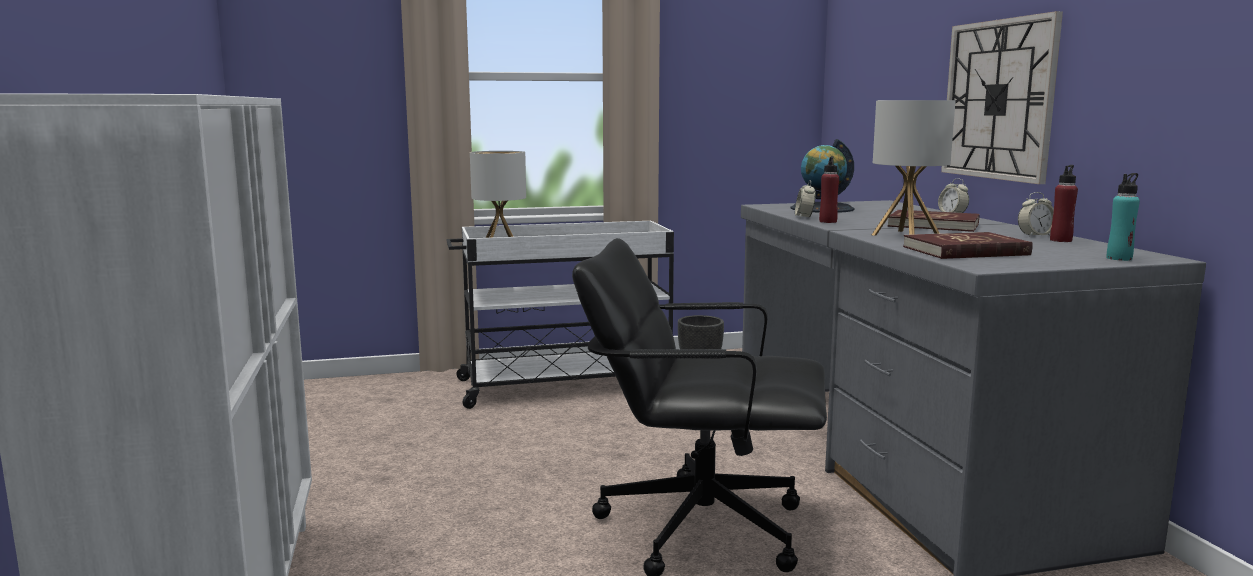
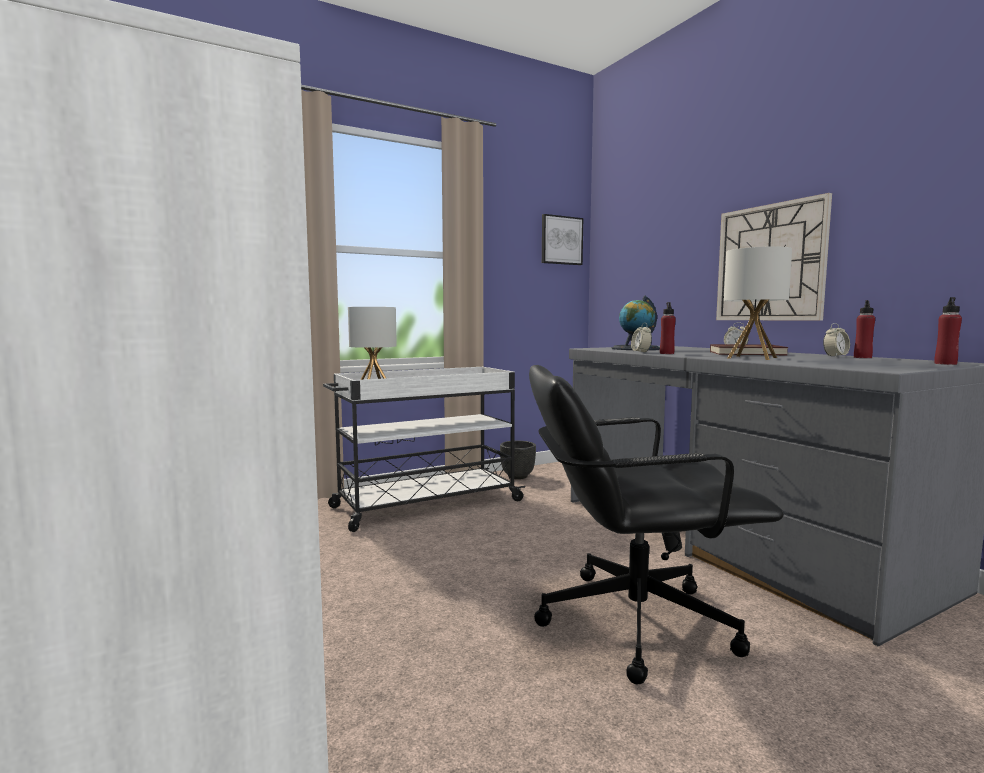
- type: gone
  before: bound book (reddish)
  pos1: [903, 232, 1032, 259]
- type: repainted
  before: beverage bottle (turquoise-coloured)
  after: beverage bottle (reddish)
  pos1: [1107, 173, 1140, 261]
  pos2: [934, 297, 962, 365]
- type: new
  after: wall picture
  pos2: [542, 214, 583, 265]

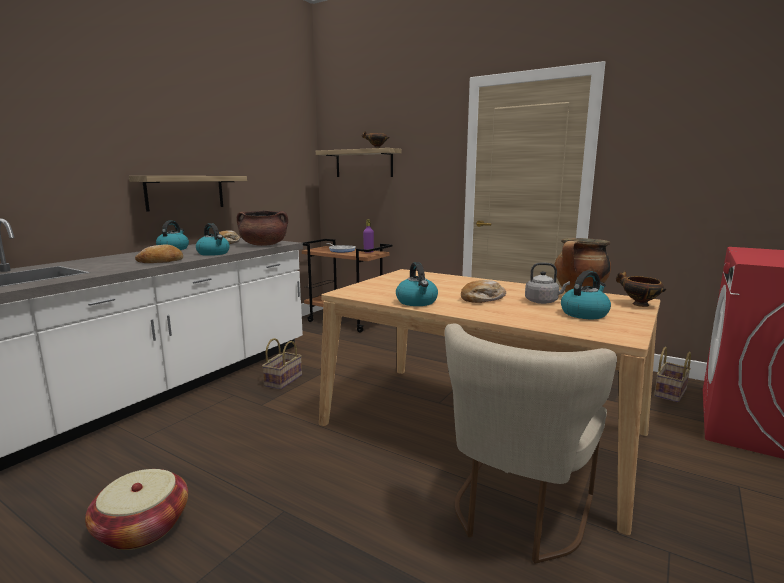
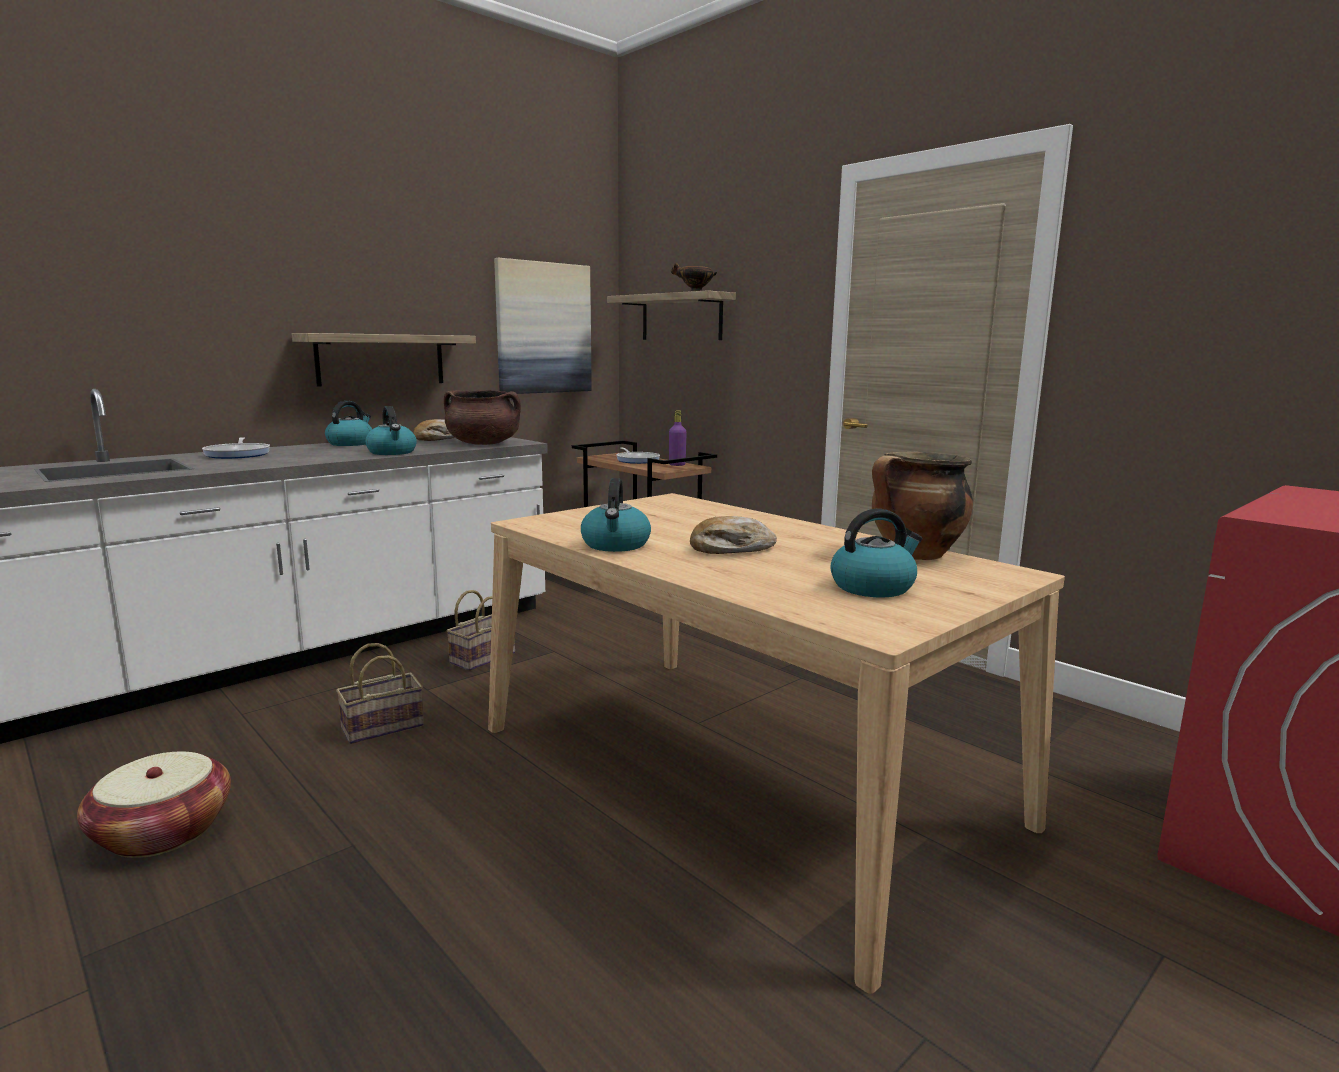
- type: gone
  before: bread
  pos1: [135, 245, 183, 263]
- type: gone
  before: chair (sand-coloured)
  pos1: [445, 324, 617, 564]
- type: gone
  before: water kettle (grey)
  pos1: [525, 262, 570, 304]
- type: gone
  before: serving bowl
  pos1: [616, 271, 666, 307]
- type: shifted
  before: storage basket
  pos1: [654, 347, 691, 402]
  pos2: [336, 643, 424, 744]
- type: new
  after: pan
  pos2: [202, 437, 270, 459]
- type: new
  after: wall picture
  pos2: [494, 258, 592, 394]

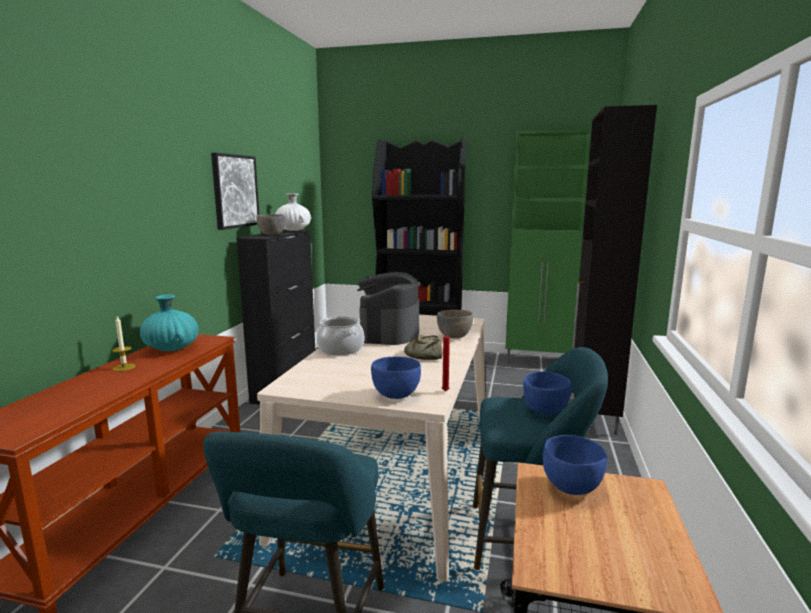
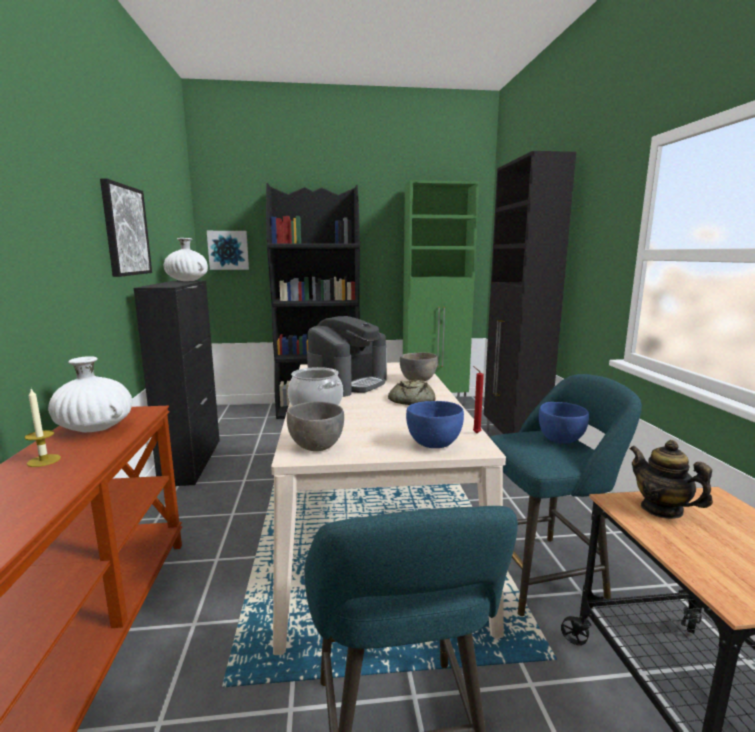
- type: repainted
  before: flower vase (turquoise-coloured)
  after: flower vase (white-coloured)
  pos1: [140, 294, 199, 351]
  pos2: [48, 356, 132, 432]
- type: shifted
  before: serving bowl (grey)
  pos1: [257, 214, 285, 235]
  pos2: [287, 401, 344, 451]
- type: rotated
  before: coffee brewer
  pos1: [357, 272, 419, 345]
  pos2: [307, 316, 387, 397]
  turn: -135
- type: swapped
  before: serving bowl (blue-coloured)
  after: pot for tea
  pos1: [542, 435, 607, 495]
  pos2: [630, 440, 713, 519]
- type: new
  after: wall picture
  pos2: [207, 231, 249, 270]

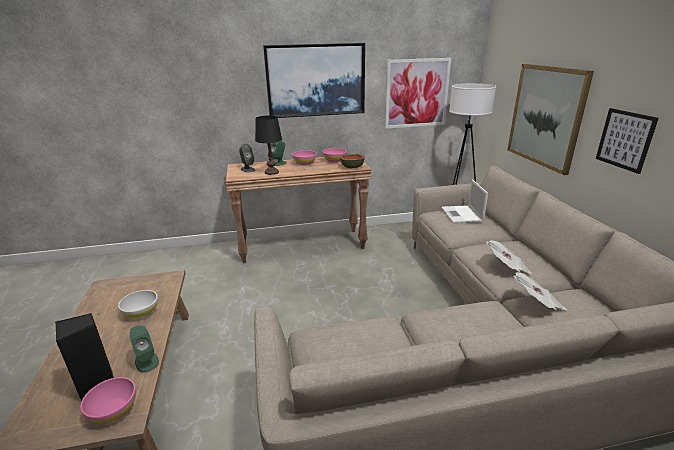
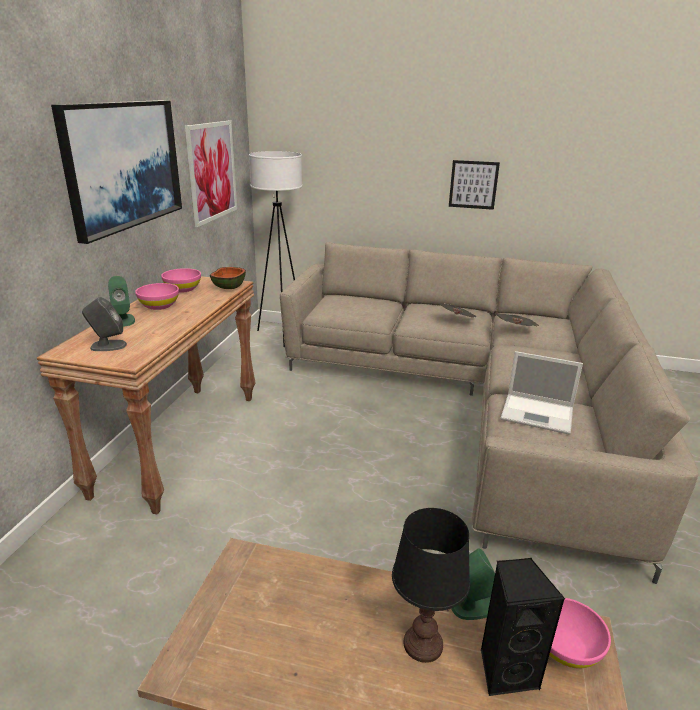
- type: gone
  before: serving bowl (white-coloured)
  pos1: [118, 290, 158, 319]
- type: shifted
  before: lamp for a table (black)
  pos1: [255, 116, 282, 175]
  pos2: [392, 508, 470, 663]
- type: shifted
  before: notebook computer
  pos1: [441, 180, 488, 224]
  pos2: [501, 351, 583, 435]
- type: gone
  before: wall picture
  pos1: [507, 64, 594, 175]

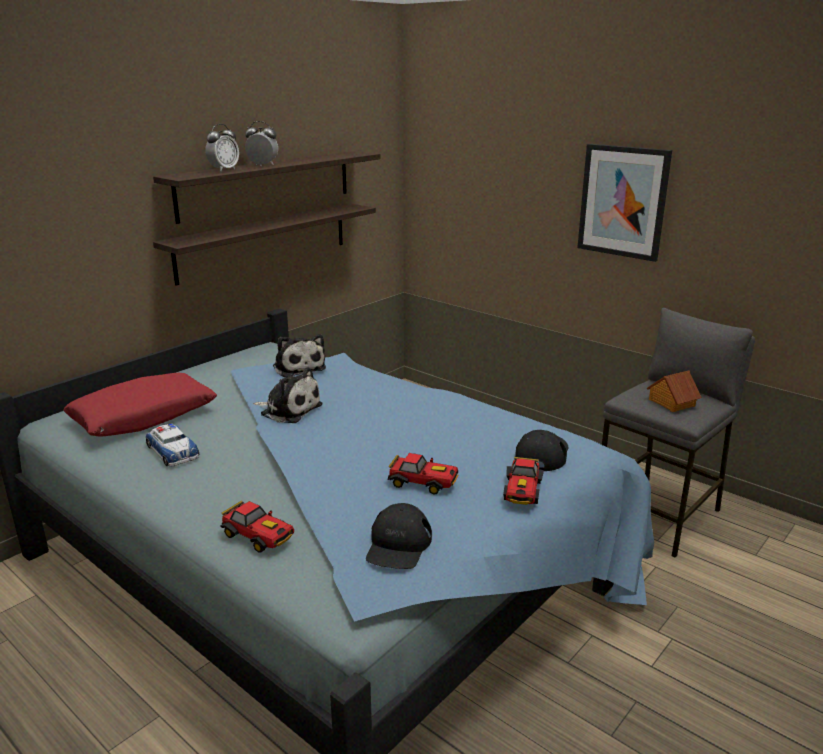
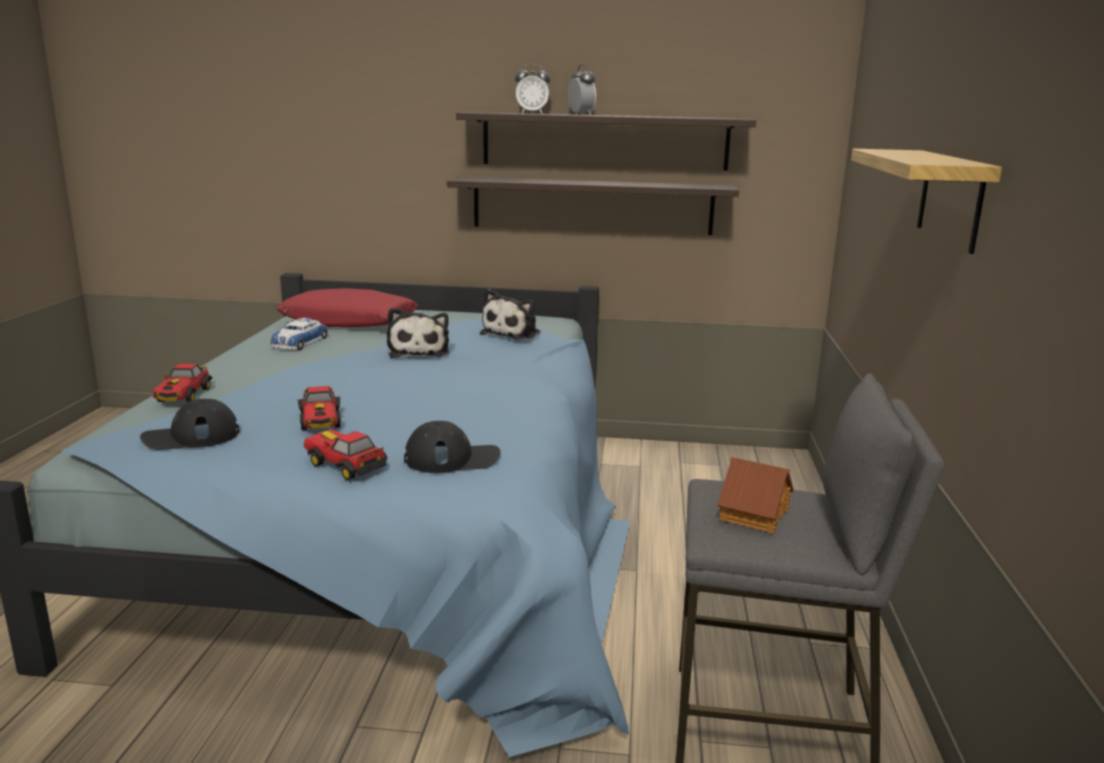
- type: rotated
  before: miniature car
  pos1: [503, 457, 544, 505]
  pos2: [304, 429, 388, 480]
  turn: 60
- type: swapped
  before: wall picture
  after: wall shelf
  pos1: [577, 144, 672, 262]
  pos2: [851, 149, 1002, 254]

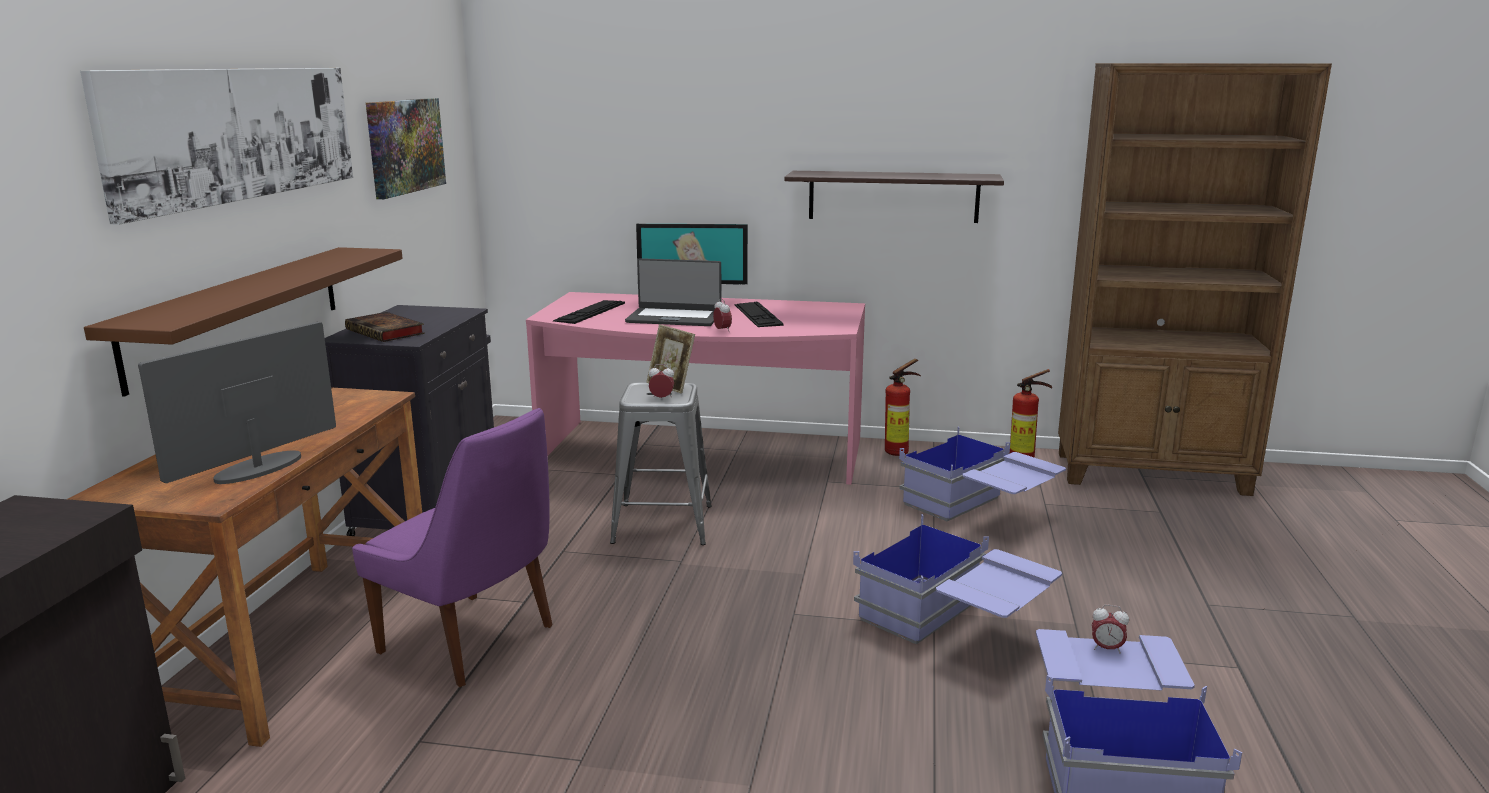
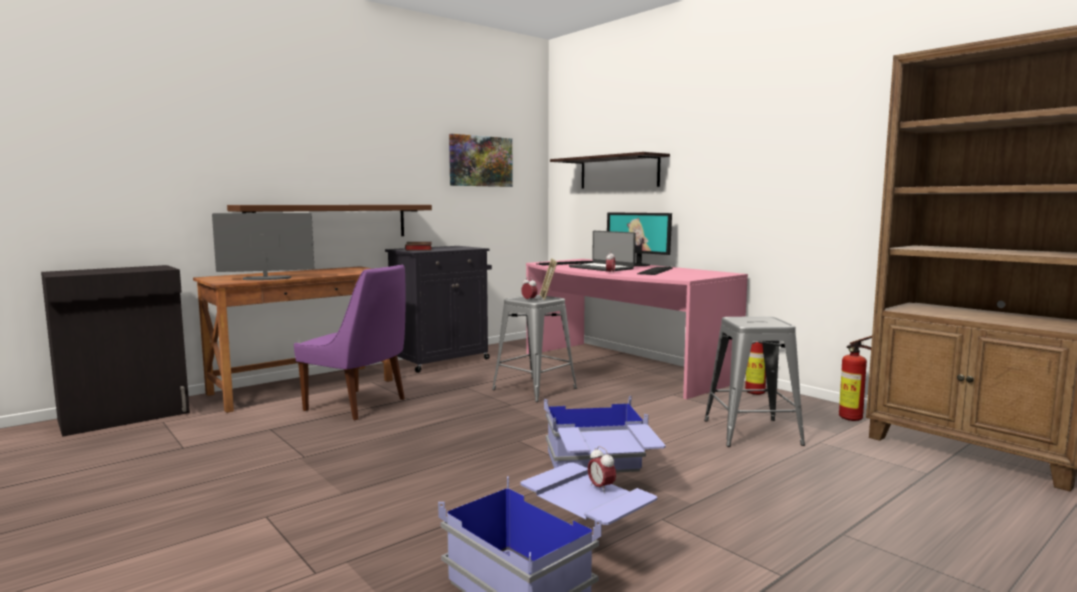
- type: gone
  before: wall picture
  pos1: [80, 68, 353, 225]
- type: rotated
  before: chair (purple-coloured)
  pos1: [352, 408, 552, 687]
  pos2: [294, 265, 406, 421]
  turn: -45
- type: shifted
  before: wall shelf
  pos1: [784, 171, 1004, 223]
  pos2: [550, 152, 670, 189]
- type: swapped
  before: storage box (blue-coloured)
  after: stool (grey)
  pos1: [899, 426, 1066, 521]
  pos2: [704, 316, 805, 447]

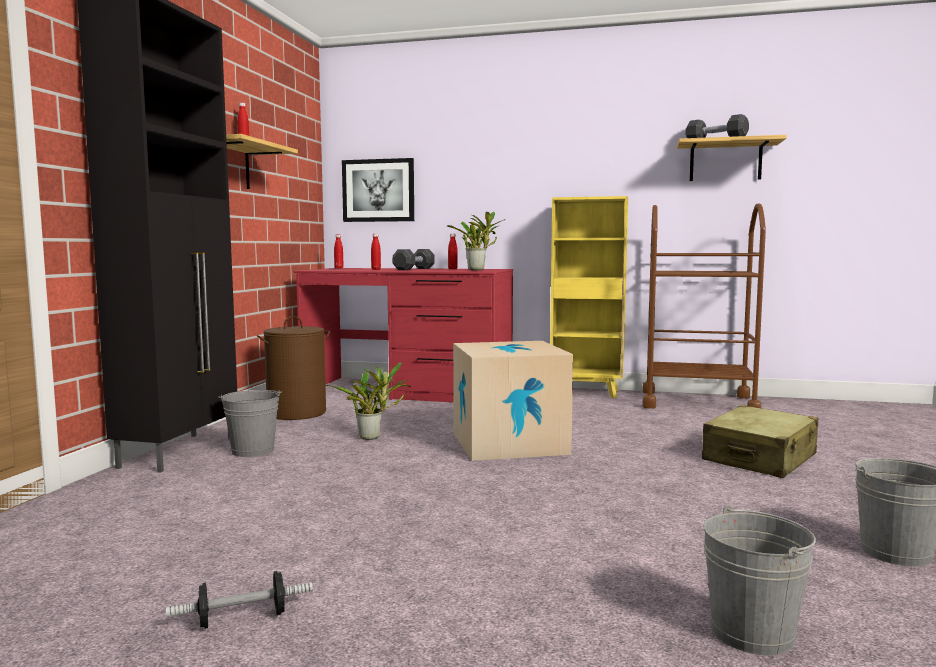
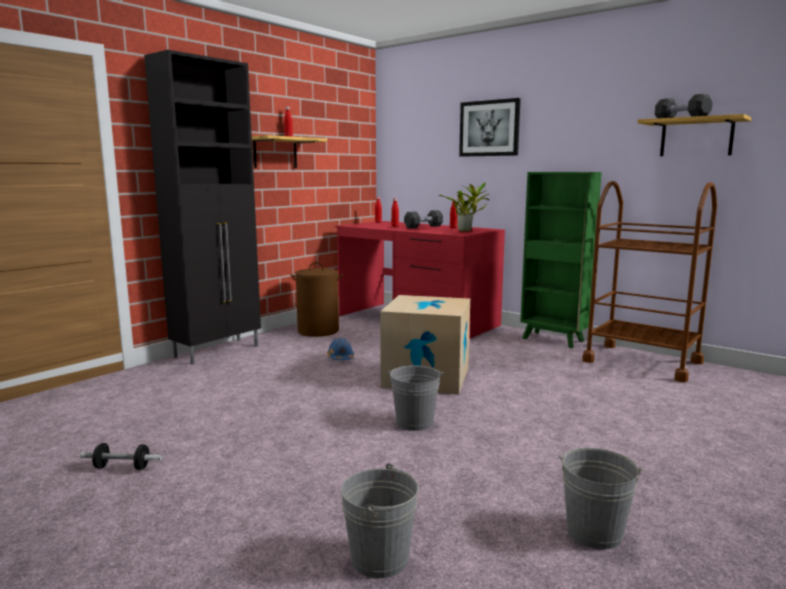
- type: shifted
  before: bucket (grey)
  pos1: [218, 390, 282, 457]
  pos2: [387, 365, 444, 431]
- type: swapped
  before: potted plant
  after: safety helmet (blue-coloured)
  pos1: [324, 362, 411, 440]
  pos2: [327, 338, 354, 360]
- type: shifted
  before: wall picture
  pos1: [342, 158, 414, 222]
  pos2: [459, 98, 521, 157]
- type: repainted
  before: bookcase (yellowish)
  after: bookcase (green)
  pos1: [550, 196, 628, 398]
  pos2: [520, 172, 602, 348]
- type: gone
  before: piece of luggage (sand-coloured)
  pos1: [702, 405, 818, 478]

